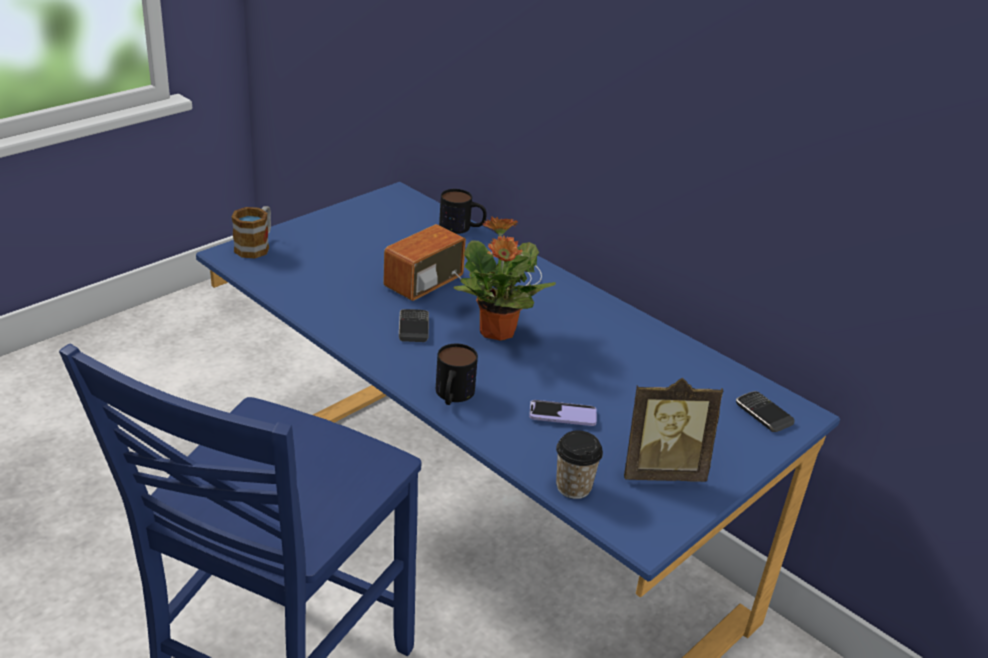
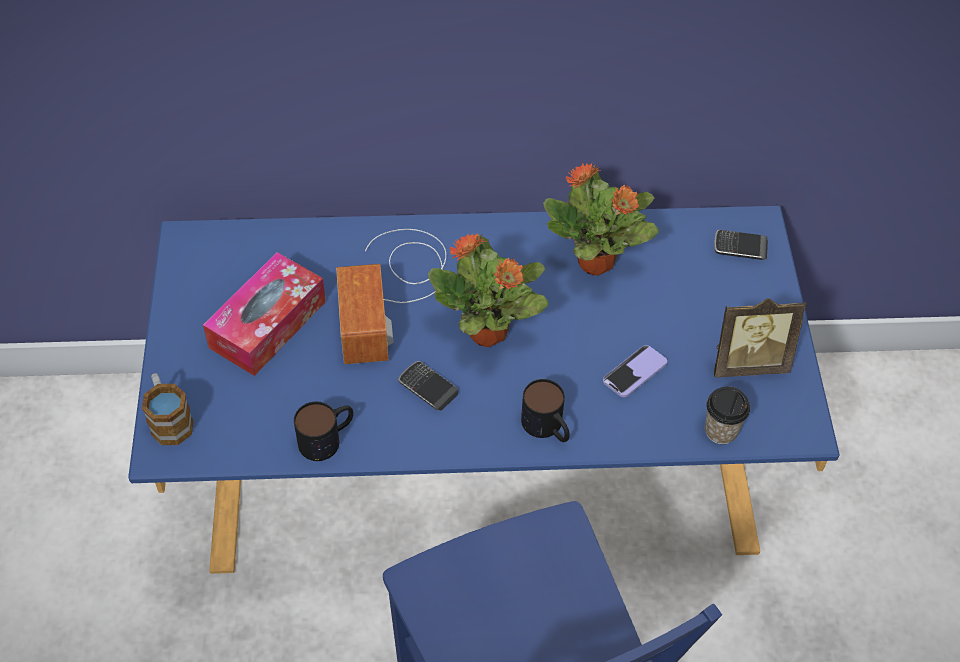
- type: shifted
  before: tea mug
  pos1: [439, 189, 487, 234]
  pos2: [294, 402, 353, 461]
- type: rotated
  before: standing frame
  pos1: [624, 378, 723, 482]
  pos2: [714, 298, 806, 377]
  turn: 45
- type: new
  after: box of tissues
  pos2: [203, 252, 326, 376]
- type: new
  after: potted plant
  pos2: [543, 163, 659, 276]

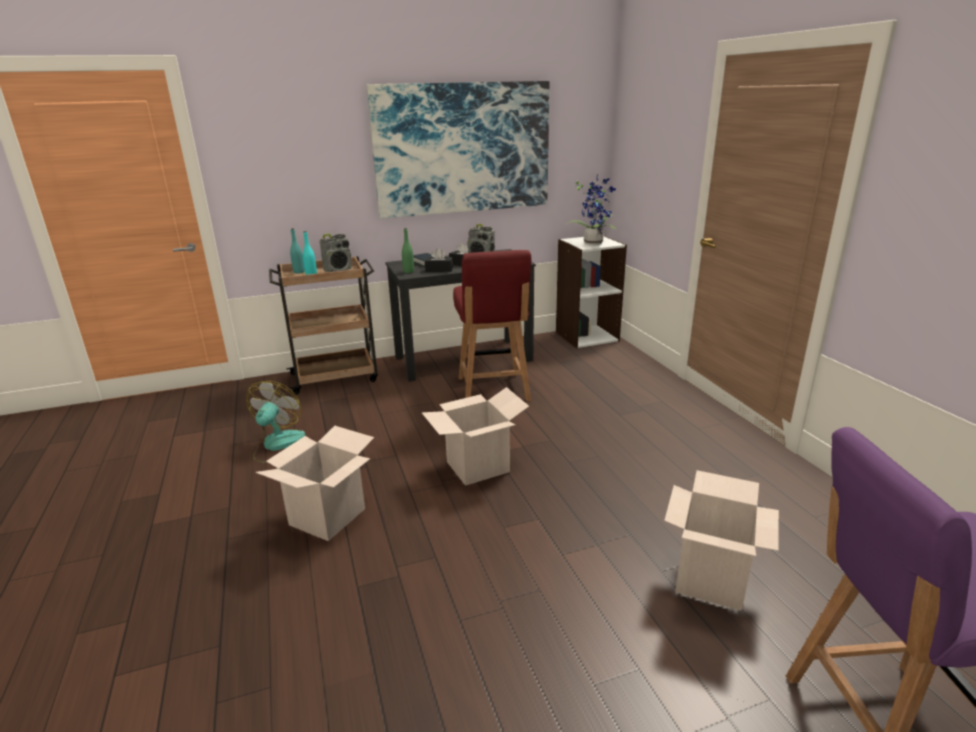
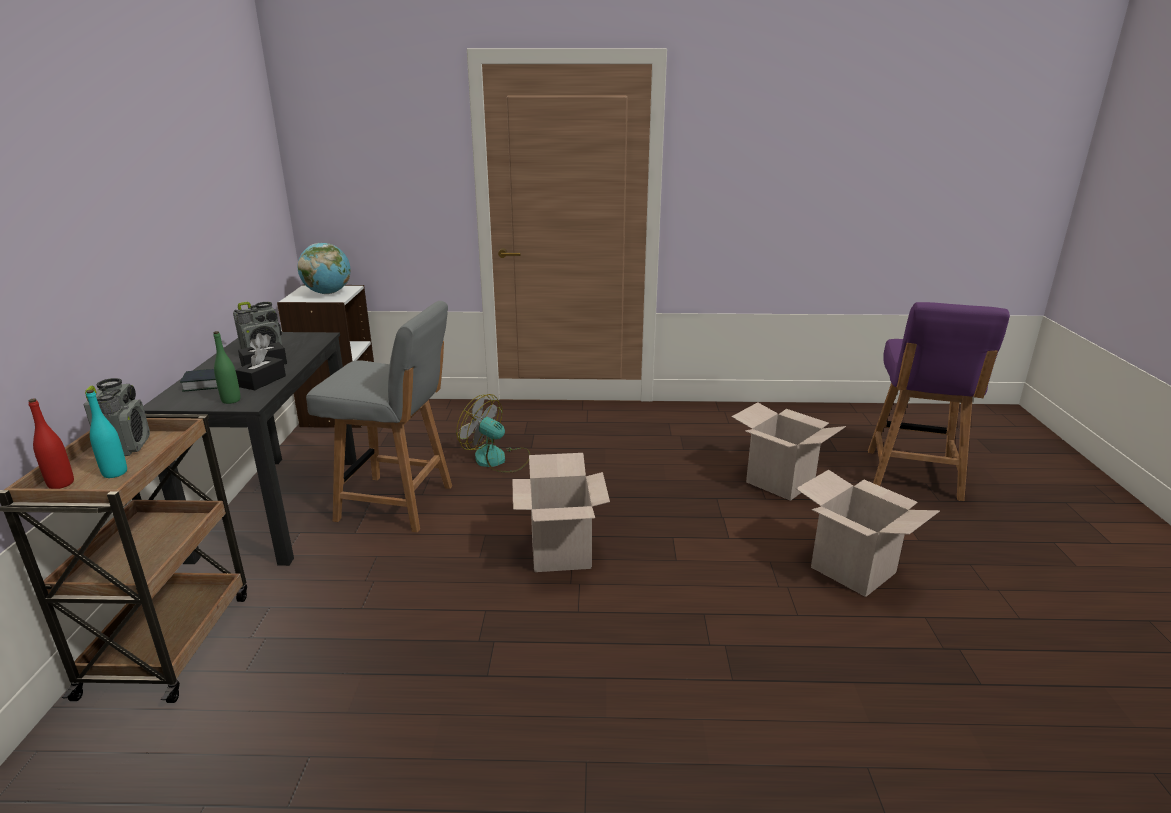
- type: shifted
  before: fan
  pos1: [246, 381, 306, 463]
  pos2: [456, 394, 530, 473]
- type: shifted
  before: cardboard box
  pos1: [255, 426, 374, 541]
  pos2: [796, 470, 940, 597]
- type: repainted
  before: beverage bottle (turquoise-coloured)
  after: beverage bottle (reddish)
  pos1: [290, 228, 305, 274]
  pos2: [28, 399, 74, 489]
- type: gone
  before: wall picture
  pos1: [367, 81, 550, 219]
- type: repainted
  before: chair (reddish)
  after: chair (grey)
  pos1: [453, 250, 531, 401]
  pos2: [306, 301, 452, 533]
- type: swapped
  before: potted plant
  after: world globe
  pos1: [564, 175, 617, 245]
  pos2: [298, 243, 351, 294]

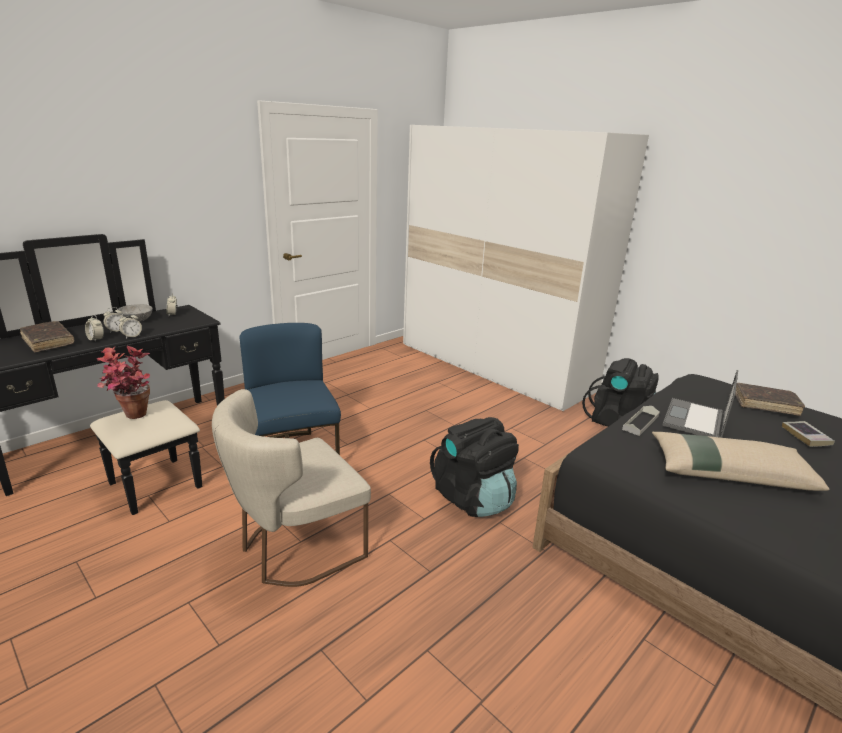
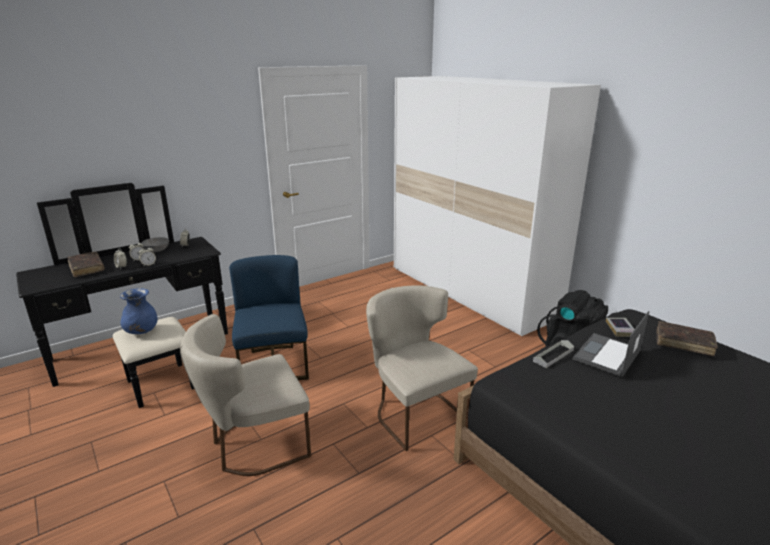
- type: swapped
  before: potted plant
  after: flower vase (blue-coloured)
  pos1: [97, 346, 150, 419]
  pos2: [120, 288, 157, 334]
- type: swapped
  before: rucksack (black)
  after: chair (sand-coloured)
  pos1: [430, 417, 519, 517]
  pos2: [366, 285, 478, 451]
- type: gone
  before: throw pillow (sand-coloured)
  pos1: [652, 432, 829, 491]
- type: shifted
  before: bound book
  pos1: [782, 421, 835, 447]
  pos2: [606, 318, 635, 337]

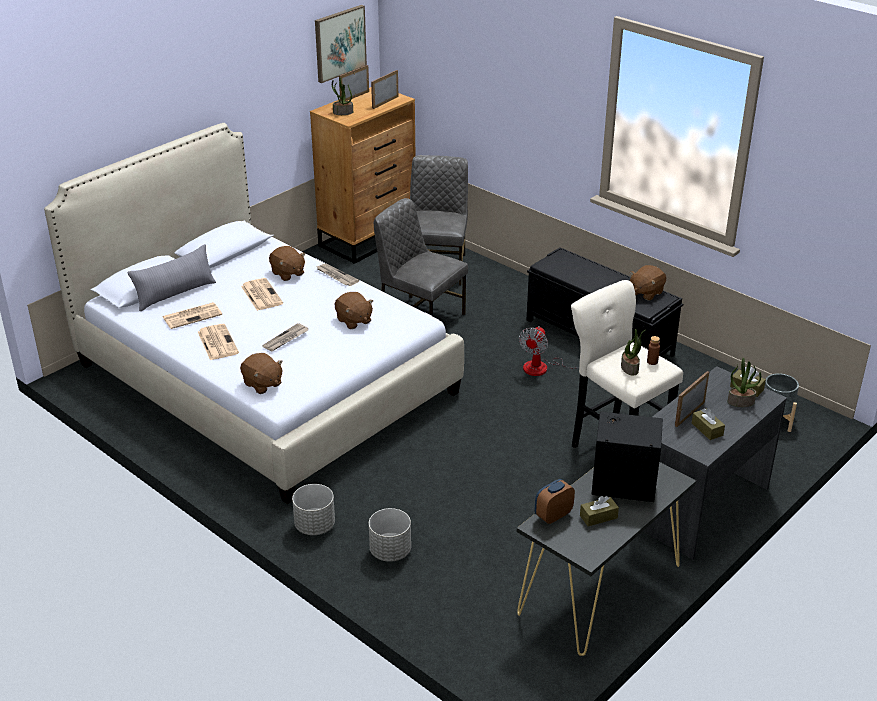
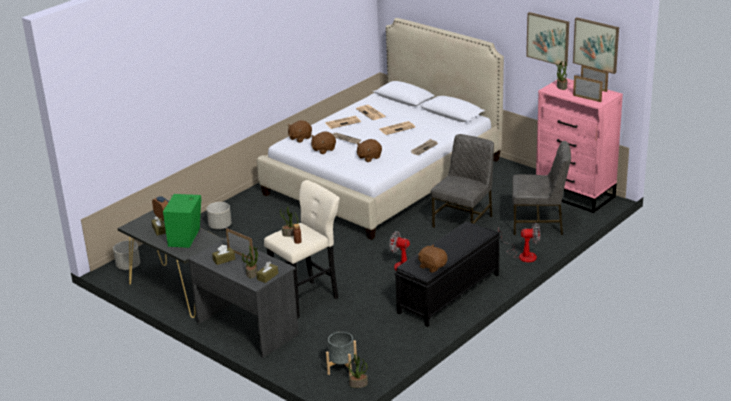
- type: gone
  before: throw pillow (grey)
  pos1: [128, 244, 216, 311]
- type: shifted
  before: cuddly toy (brown-coloured)
  pos1: [269, 246, 306, 281]
  pos2: [311, 131, 336, 154]
- type: shifted
  before: planter (grey)
  pos1: [292, 484, 335, 535]
  pos2: [113, 241, 140, 270]
- type: repainted
  before: dresser (brown-coloured)
  after: dresser (pink)
  pos1: [310, 87, 415, 264]
  pos2: [536, 78, 623, 213]
- type: repainted
  before: loudspeaker (black)
  after: loudspeaker (green)
  pos1: [592, 412, 663, 502]
  pos2: [163, 194, 202, 248]
- type: new
  after: potted plant
  pos2: [349, 354, 368, 388]
- type: new
  after: fan
  pos2: [498, 222, 540, 263]
- type: new
  after: wall picture
  pos2: [526, 12, 569, 67]

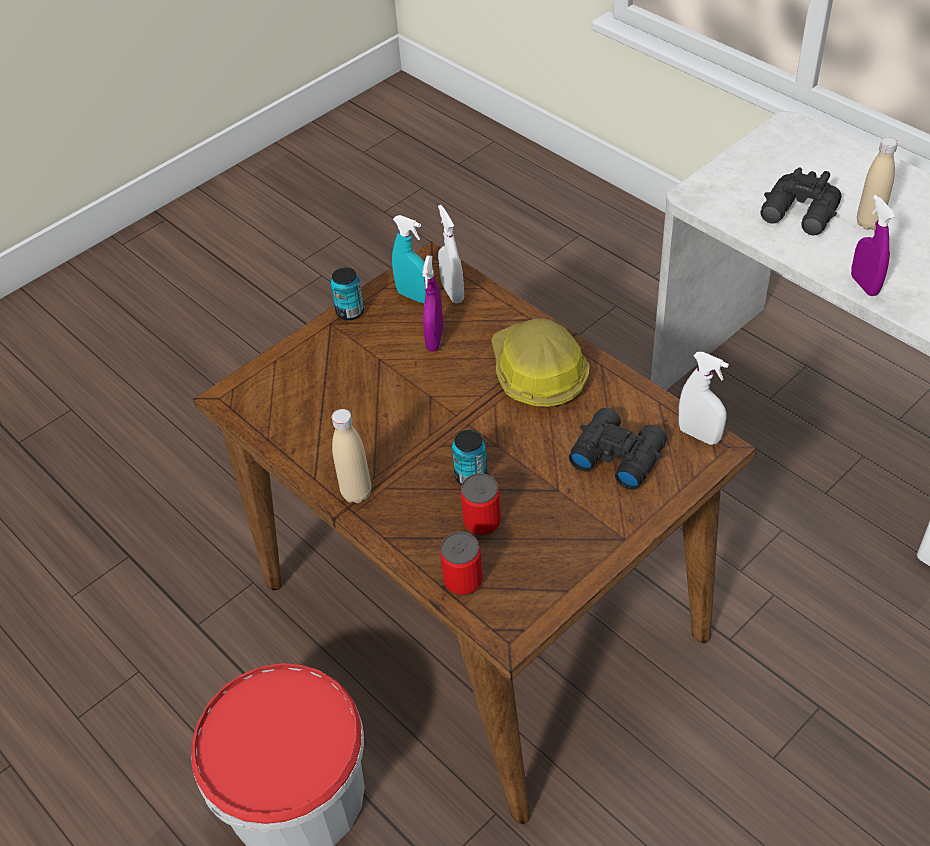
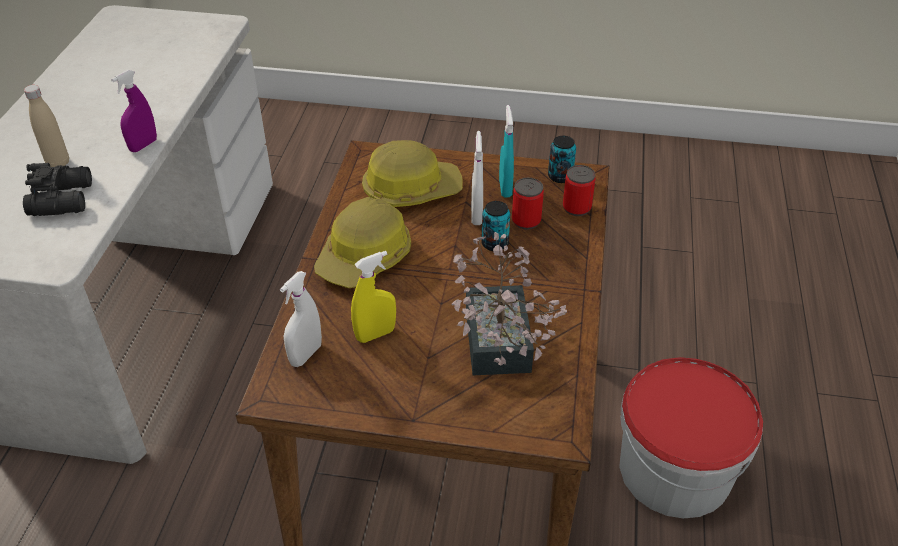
- type: shifted
  before: can
  pos1: [330, 267, 364, 320]
  pos2: [548, 136, 576, 183]
- type: gone
  before: beverage bottle (sand-coloured)
  pos1: [332, 409, 371, 503]
- type: shifted
  before: hand sprayer (turquoise-coloured)
  pos1: [392, 215, 426, 303]
  pos2: [499, 105, 514, 197]
- type: repainted
  before: hand sprayer (purple-coloured)
  after: hand sprayer (yellowish)
  pos1: [422, 256, 443, 352]
  pos2: [351, 251, 396, 343]
- type: swapped
  before: field glasses (black)
  after: safety helmet
  pos1: [569, 408, 667, 490]
  pos2: [362, 140, 463, 207]
- type: shifted
  before: hand sprayer (white-coloured)
  pos1: [679, 352, 729, 445]
  pos2: [471, 131, 483, 225]
- type: new
  after: potted plant
  pos2: [452, 232, 567, 375]

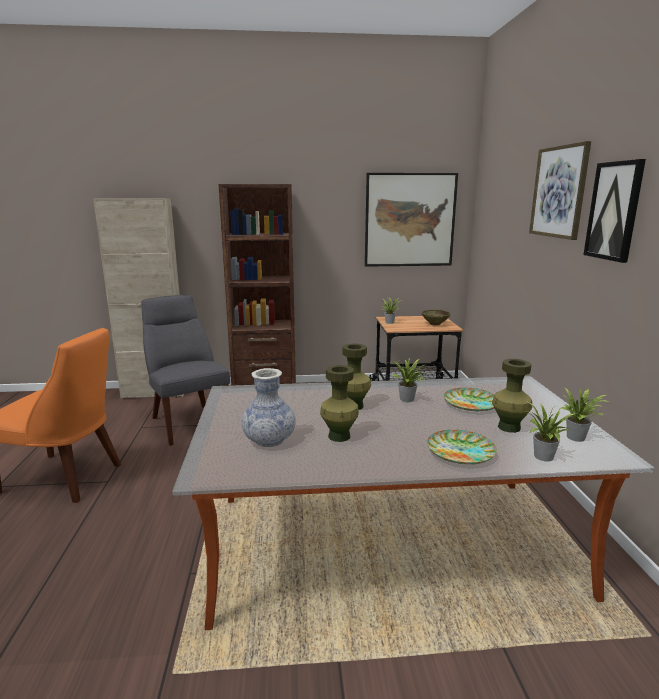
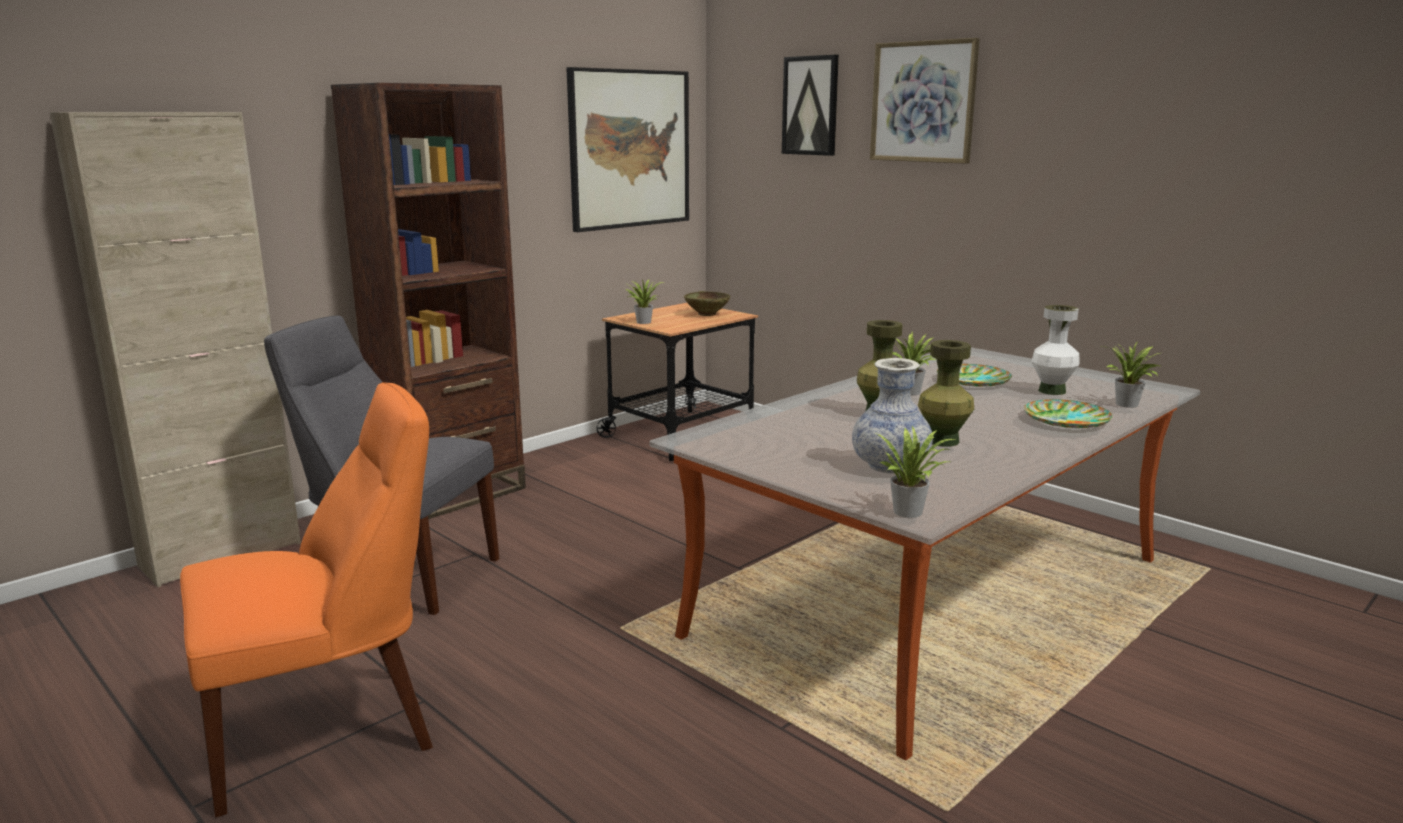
- type: repainted
  before: flower vase (green)
  after: flower vase (white-coloured)
  pos1: [492, 359, 532, 433]
  pos2: [1031, 305, 1080, 395]
- type: shifted
  before: potted plant
  pos1: [559, 388, 609, 442]
  pos2: [877, 426, 956, 518]
- type: shifted
  before: wall picture
  pos1: [583, 159, 646, 263]
  pos2: [782, 55, 839, 156]

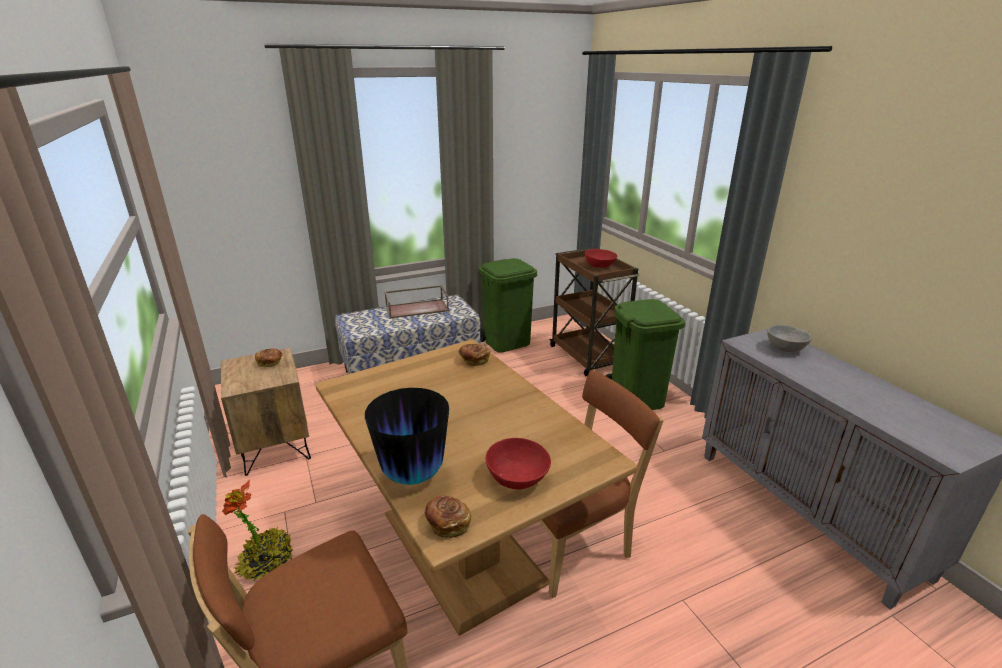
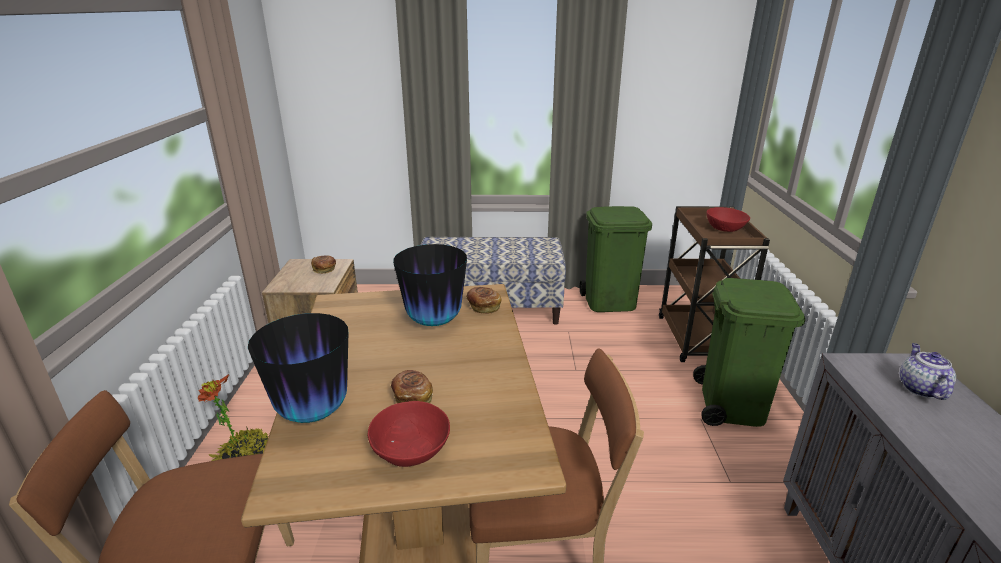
- type: gone
  before: serving tray (brown-coloured)
  pos1: [384, 285, 449, 319]
- type: shifted
  before: bread
  pos1: [424, 496, 471, 538]
  pos2: [391, 370, 433, 403]
- type: swapped
  before: serving bowl (grey)
  after: pot for tea
  pos1: [767, 325, 812, 352]
  pos2: [900, 343, 956, 400]
- type: new
  after: flower vase
  pos2: [393, 244, 467, 326]

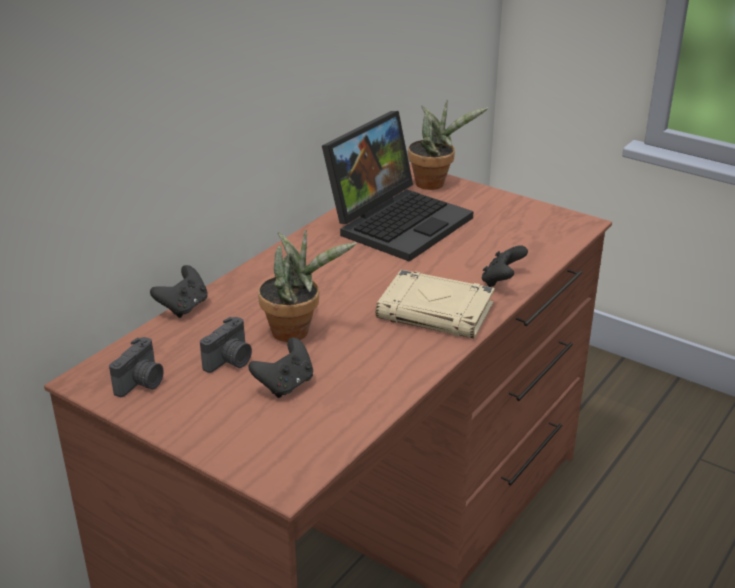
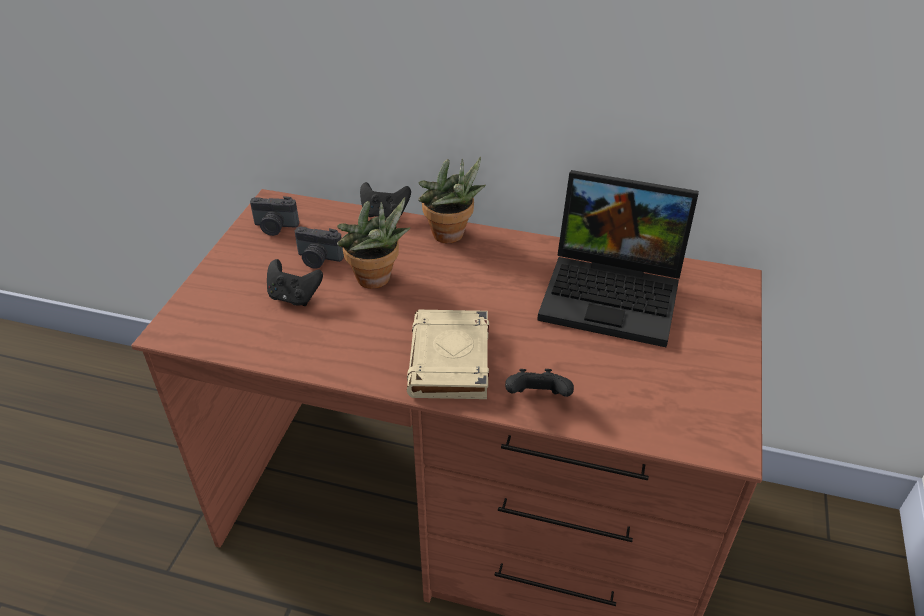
- type: shifted
  before: potted plant
  pos1: [408, 99, 488, 190]
  pos2: [418, 157, 486, 243]

